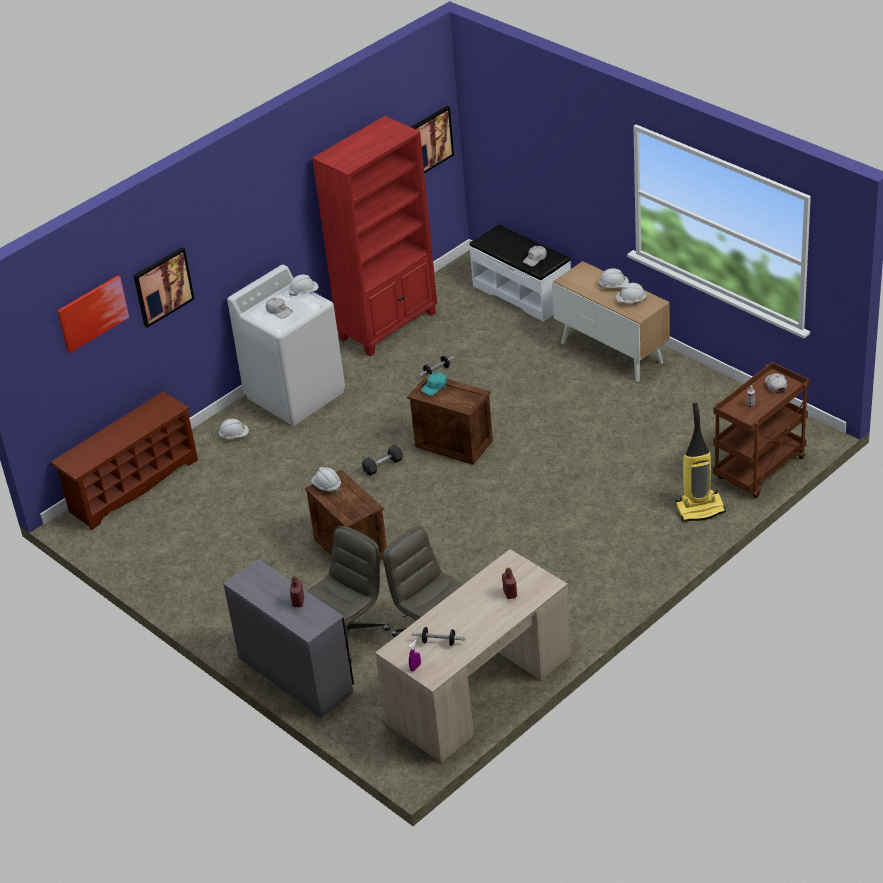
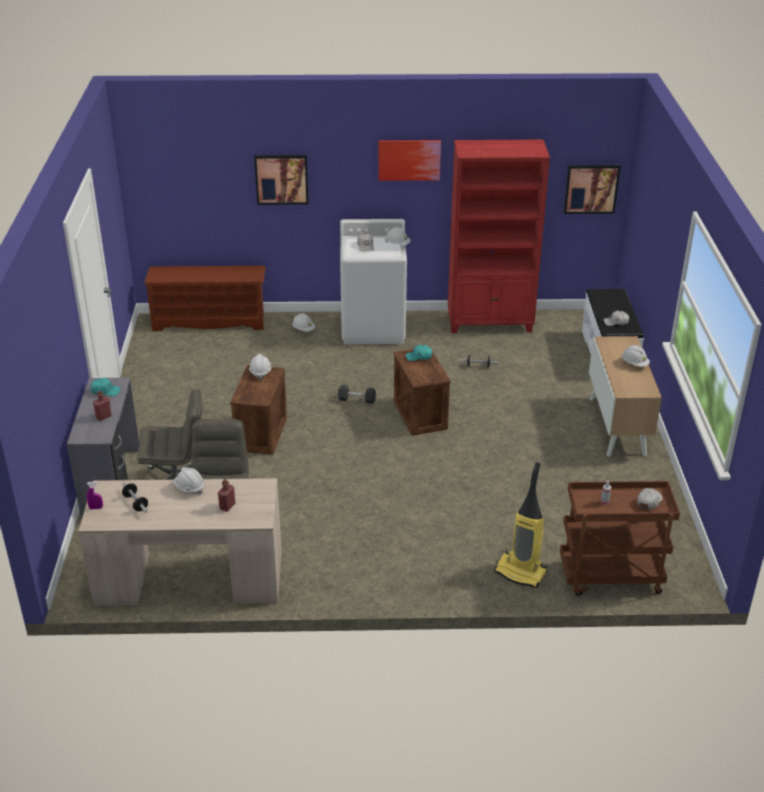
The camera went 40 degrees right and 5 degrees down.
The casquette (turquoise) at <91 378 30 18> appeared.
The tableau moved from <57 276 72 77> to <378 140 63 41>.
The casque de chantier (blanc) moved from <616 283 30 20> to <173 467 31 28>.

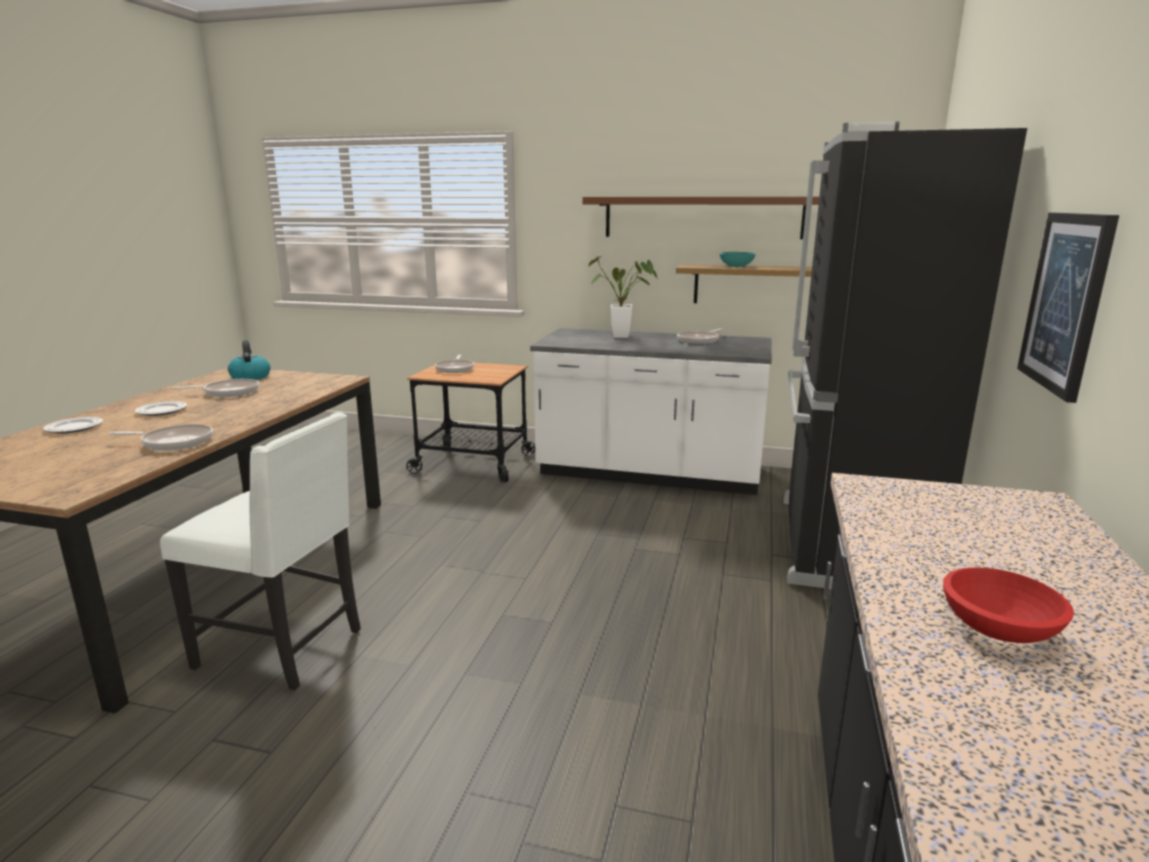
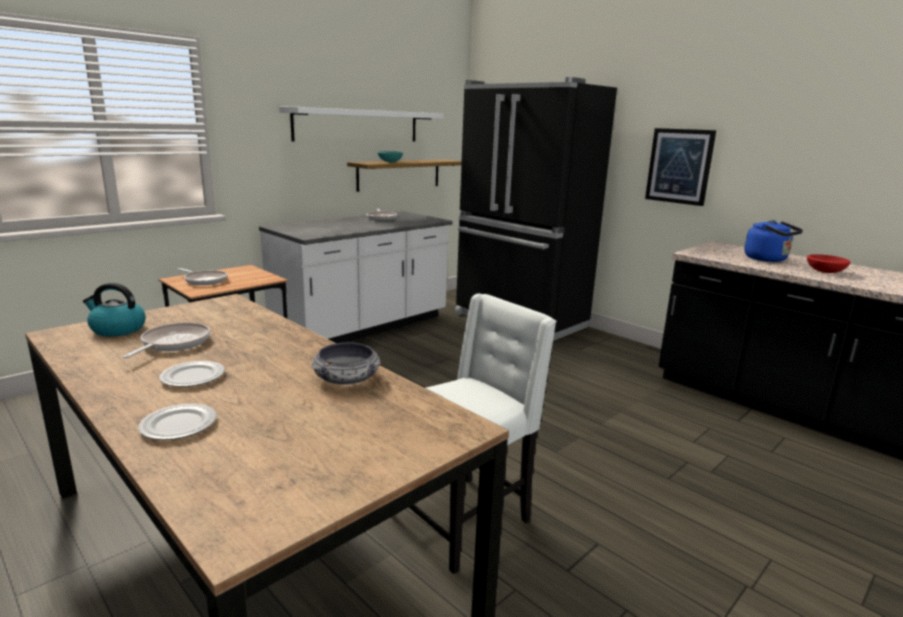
The camera went 60 degrees left and 0 degrees up.
The plante en pot at <588 256 70 82> disappeared.
The bouilloire (bleu) at <744 220 59 42> appeared.
The poêle at <109 424 104 27> was replaced by the bol at <312 342 68 43>.
The étagère (marron) at <583 197 236 42> became the étagère (blanc) at <279 106 165 36>.

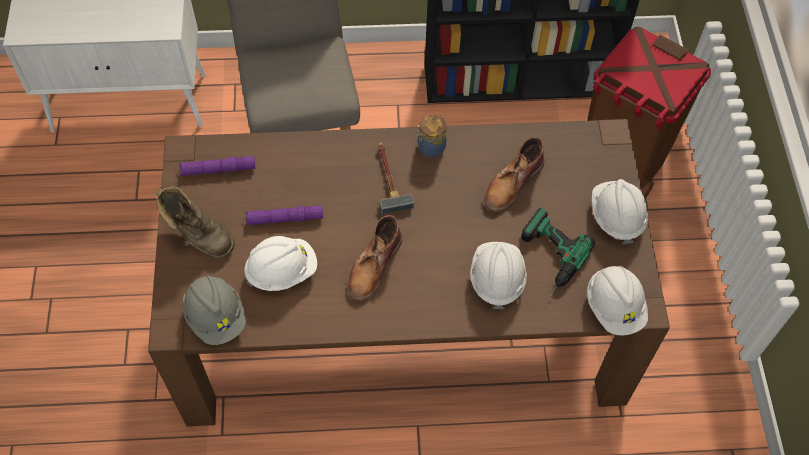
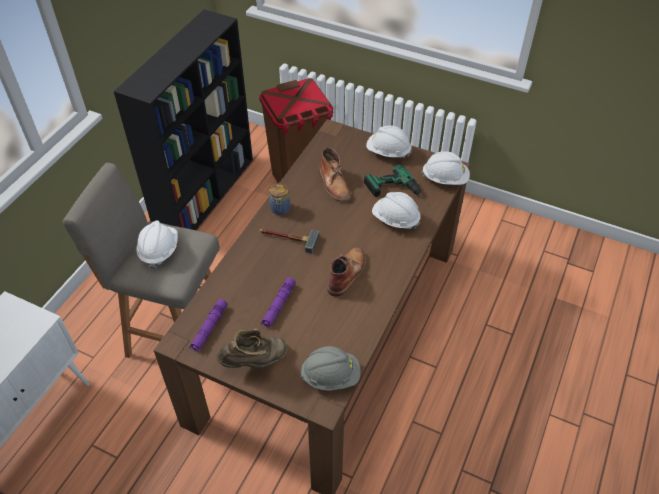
The camera went 60 degrees left and 10 degrees down.
The casque de chantier (blanc) moved from <244 236 73 55> to <137 220 41 49>.
The botte (marron) at <347 215 55 86> turned 120 degrees counterclockwise.

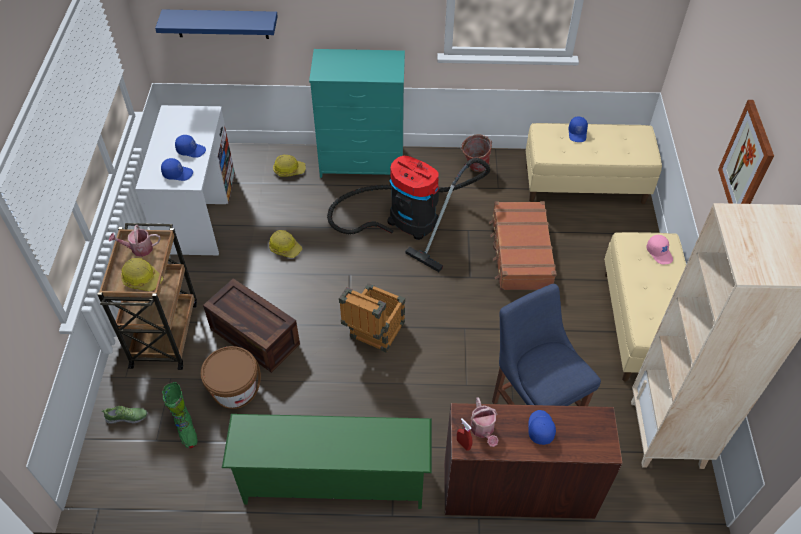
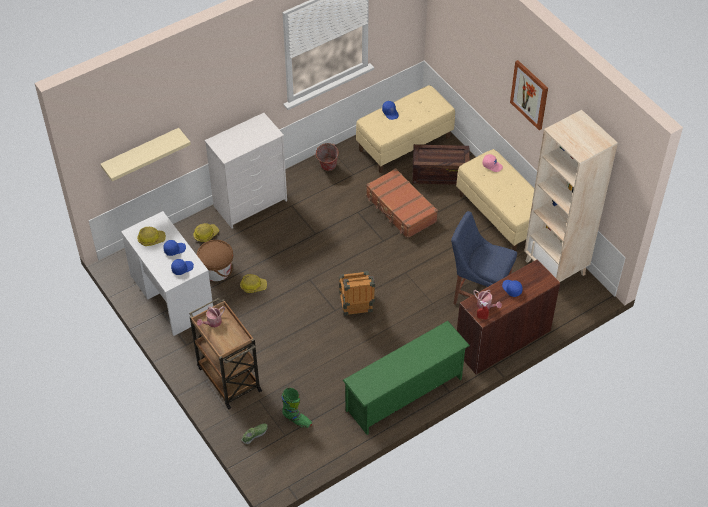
The camera went 35 degrees left and 0 degrees up.
The aspirateur at <327 156 163 116> disappeared.
The casque de chantier moved from <121 258 42 33> to <137 227 29 19>.
The seau (marron) moved from <201 346 60 63> to <197 240 36 41>.
The caisse moved from <203 278 97 95> to <413 144 57 41>.
The étagère (bleu) at <155 10 123 29> became the étagère (beige) at <100 128 91 53>.
The commode (turquoise) at <309 49 96 129> became the commode (blanc) at <205 113 82 116>.

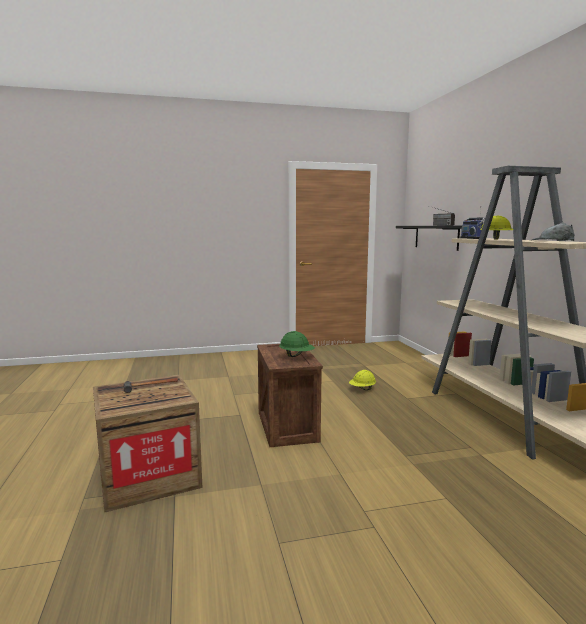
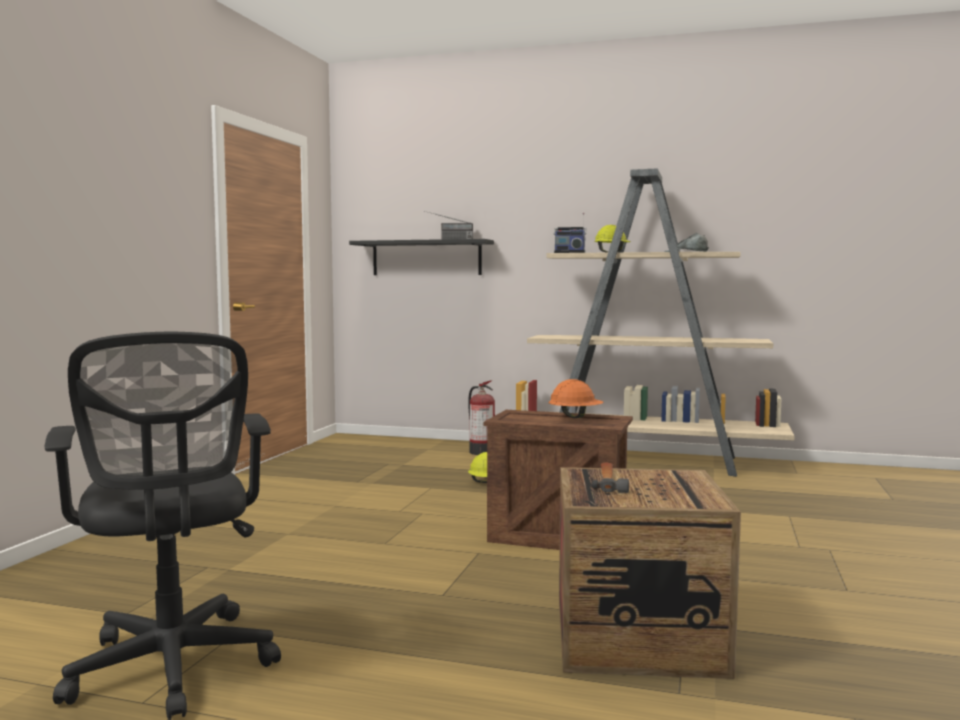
The camera went 60 degrees left and 5 degrees down.
The chaise de bureau (noir) at <44 332 237 388> appeared.
The extincteur at <468 380 27 75> appeared.
The casque de chantier (vert) at <279 331 36 26> became the casque de chantier (orange) at <548 379 56 39>.

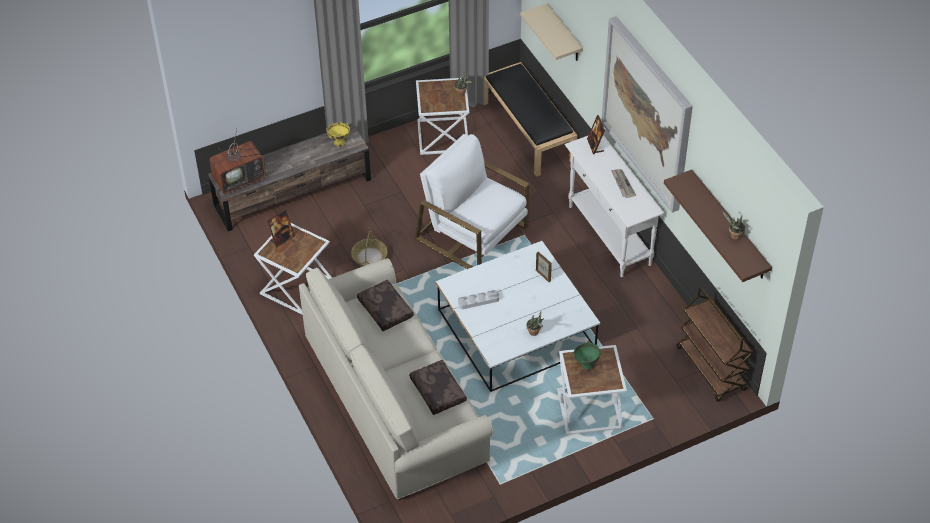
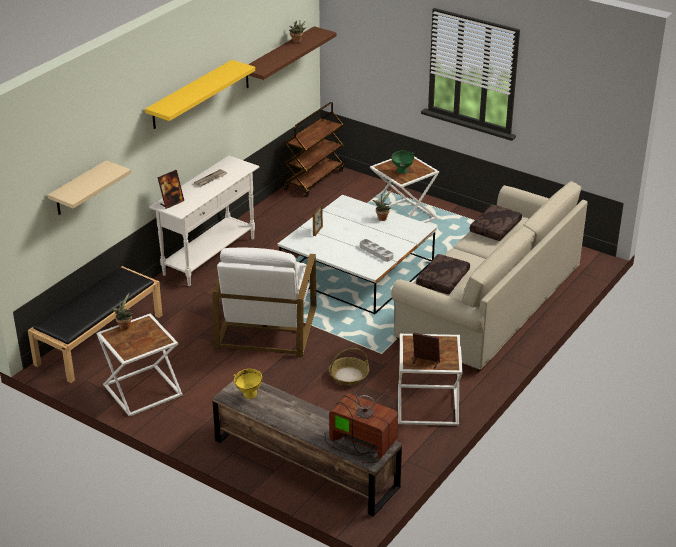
The camera went 120 degrees left and 15 degrees down.
The tableau at <601 16 92 197> was replaced by the étagère (jaune) at <145 60 110 69>.

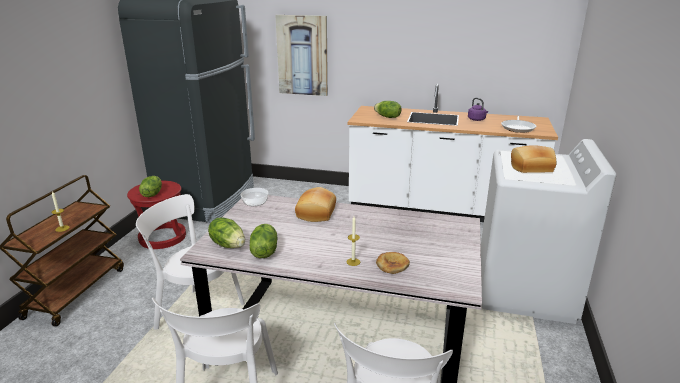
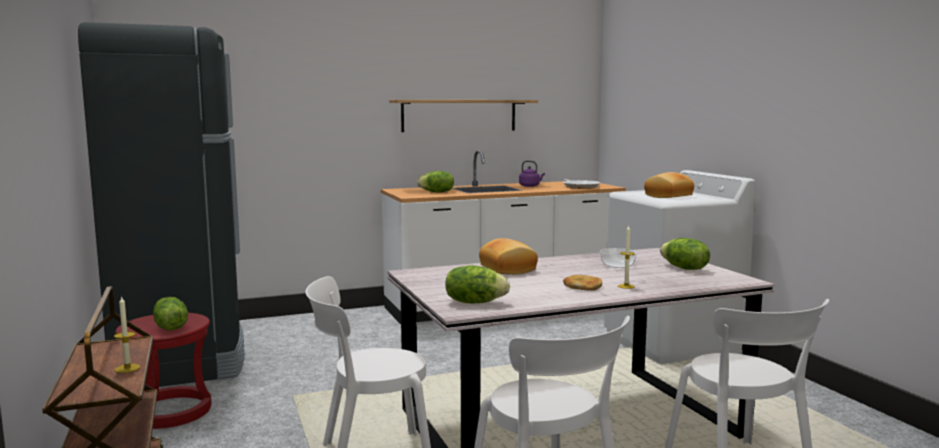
The camera went 35 degrees left and 15 degrees down.
The tableau at <275 15 53 81> disappeared.
The étagère at <389 100 149 32> appeared.
The bol moved from <241 188 27 19> to <600 248 37 20>.
The laitue moved from <250 224 28 34> to <660 238 50 32>.
The pain moved from <376 252 34 22> to <563 275 39 16>.

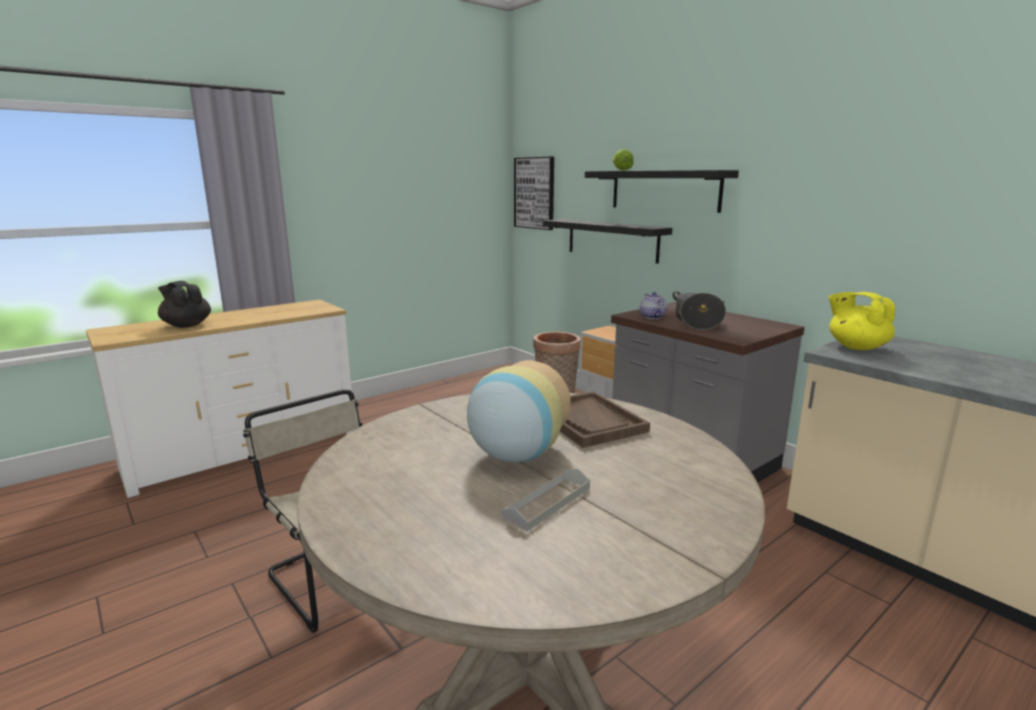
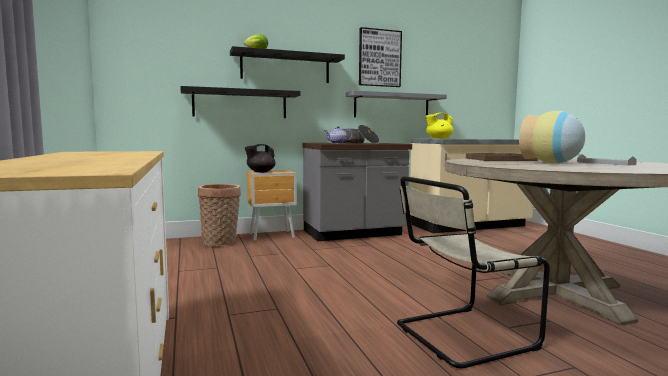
The camera went 70 degrees left and 10 degrees down.
The étagère (gris) at <346 90 101 27> appeared.
The théière (noir) moved from <158 281 53 47> to <245 144 31 28>.
The tableau moved from <514 157 40 73> to <359 27 43 60>.

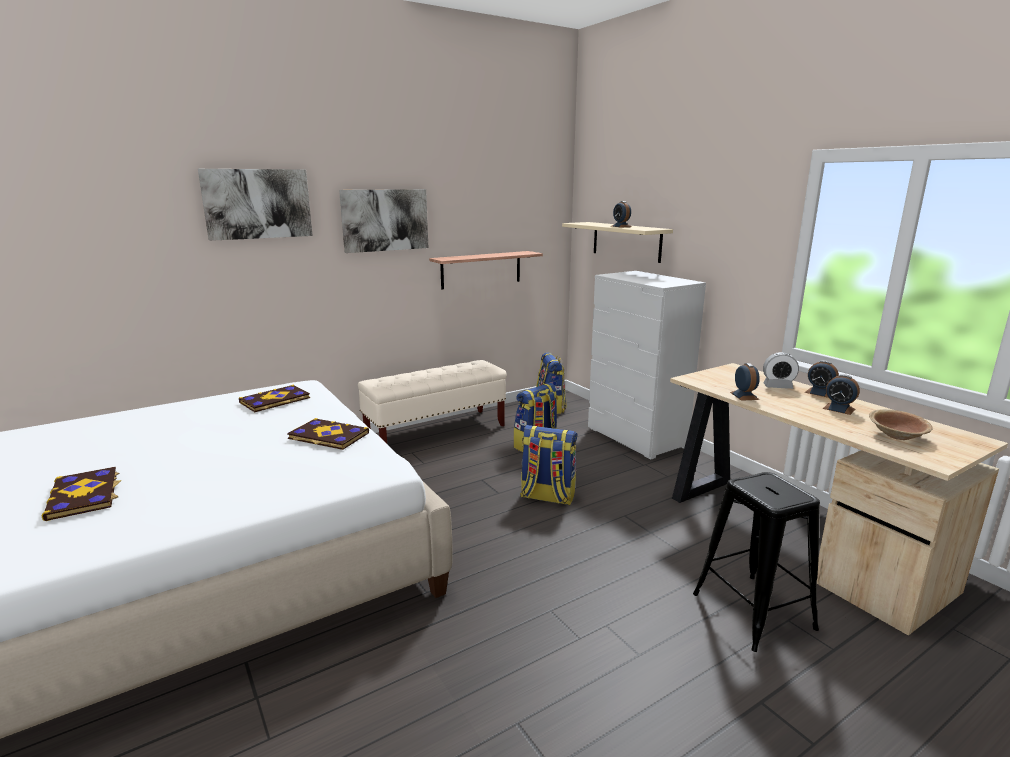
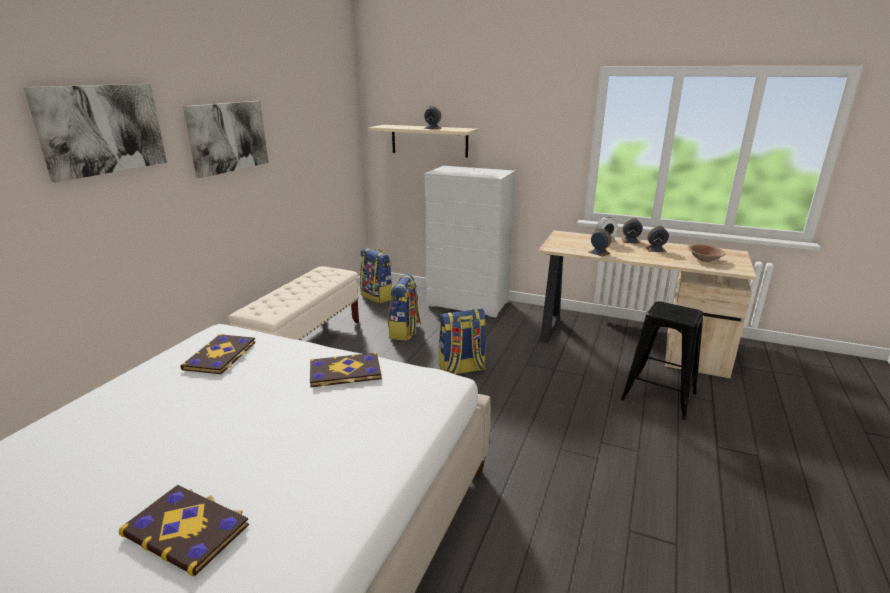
The camera went 35 degrees left and 5 degrees up.
The étagère at <429 251 114 39> disappeared.

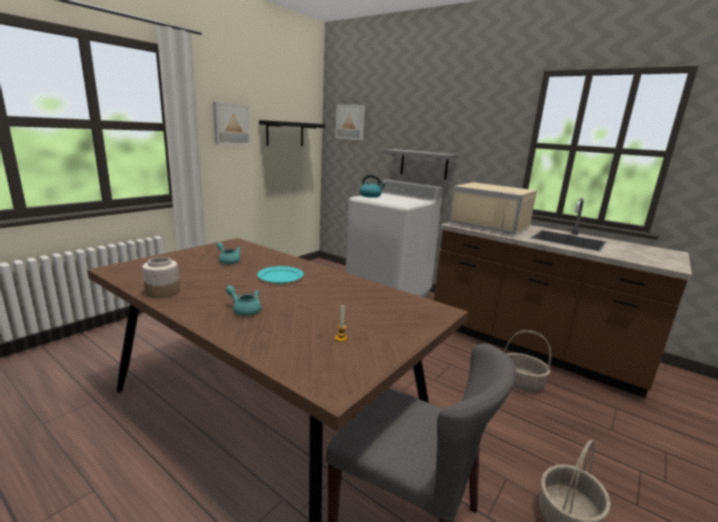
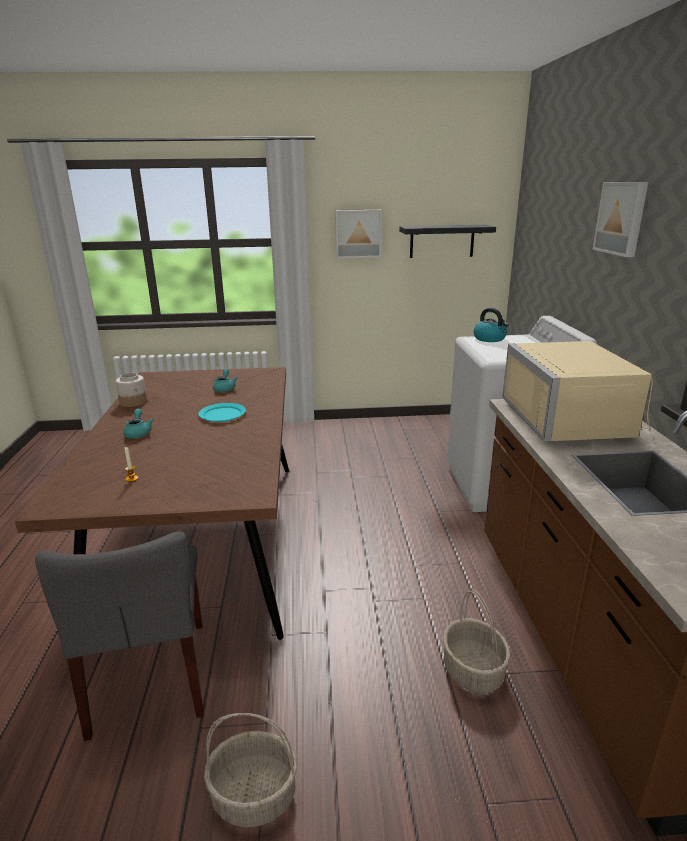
The camera went 50 degrees right and 5 degrees up.
The étagère (gris) at <382 149 76 31> disappeared.
The tableau moved from <336 105 29 35> to <593 182 55 75>.

